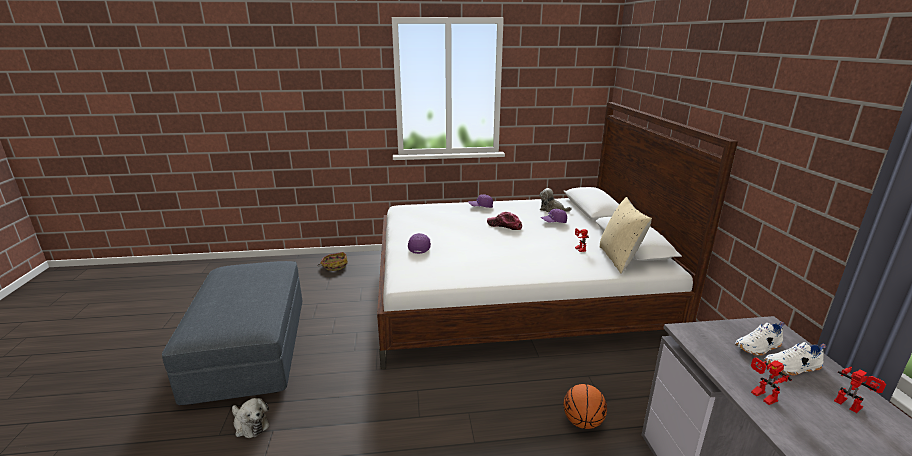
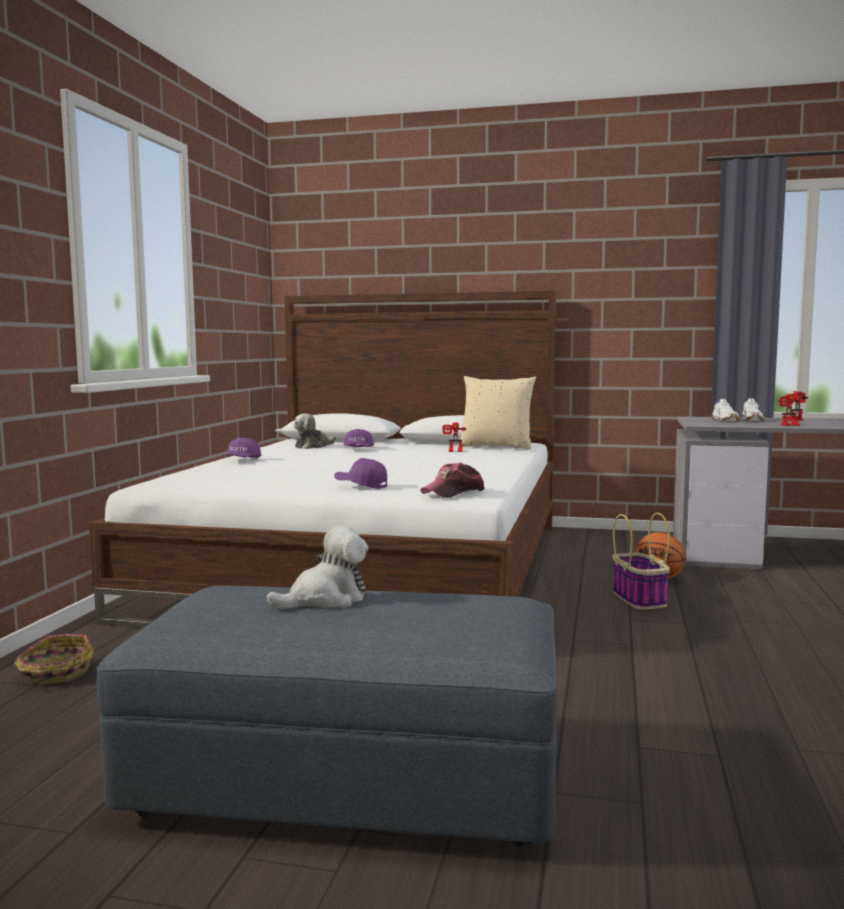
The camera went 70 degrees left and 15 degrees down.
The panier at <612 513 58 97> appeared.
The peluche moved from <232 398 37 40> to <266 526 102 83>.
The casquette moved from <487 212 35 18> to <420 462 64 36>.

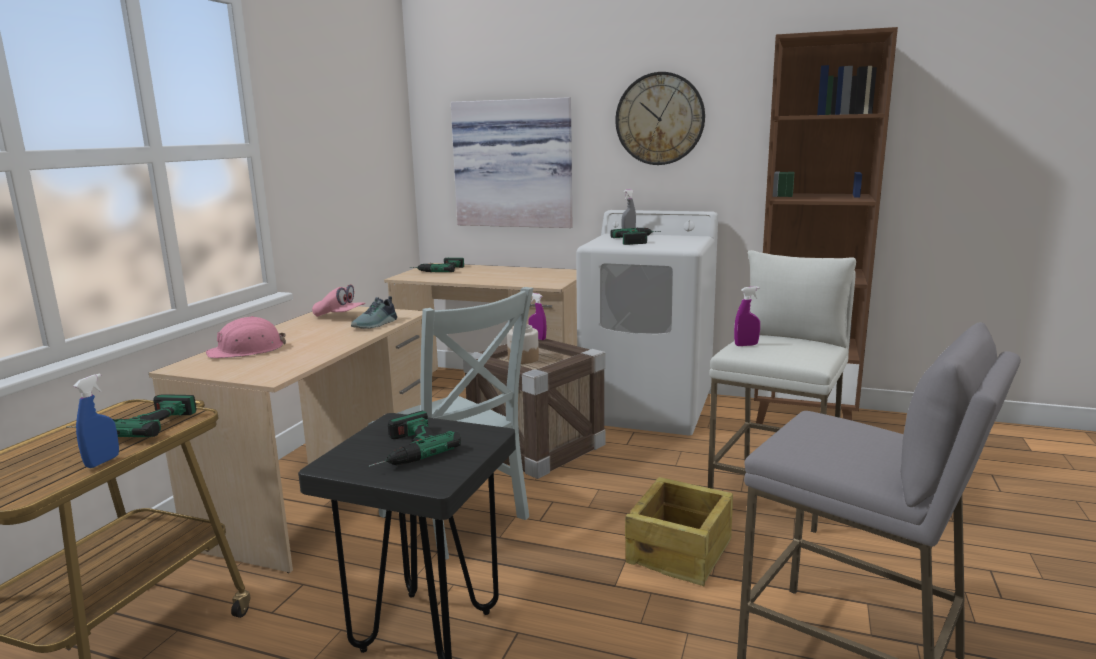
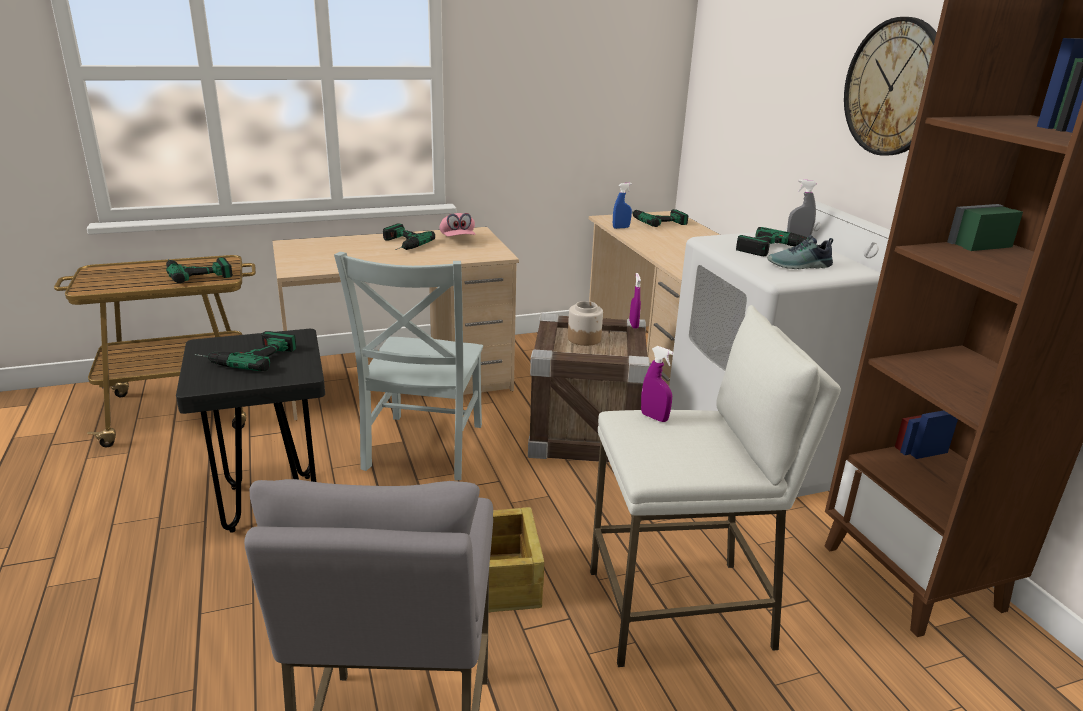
The camera went 50 degrees right and 10 degrees up.
The casque de chantier (rose) at <206 316 80 42> disappeared.
The tableau at <451 97 121 131> disappeared.
The perceuse at <383 223 52 27> appeared.
The vaporisateur (bleu) moved from <73 374 46 94> to <613 183 19 46>.
The chaussure moved from <351 296 46 33> to <767 235 66 34>.

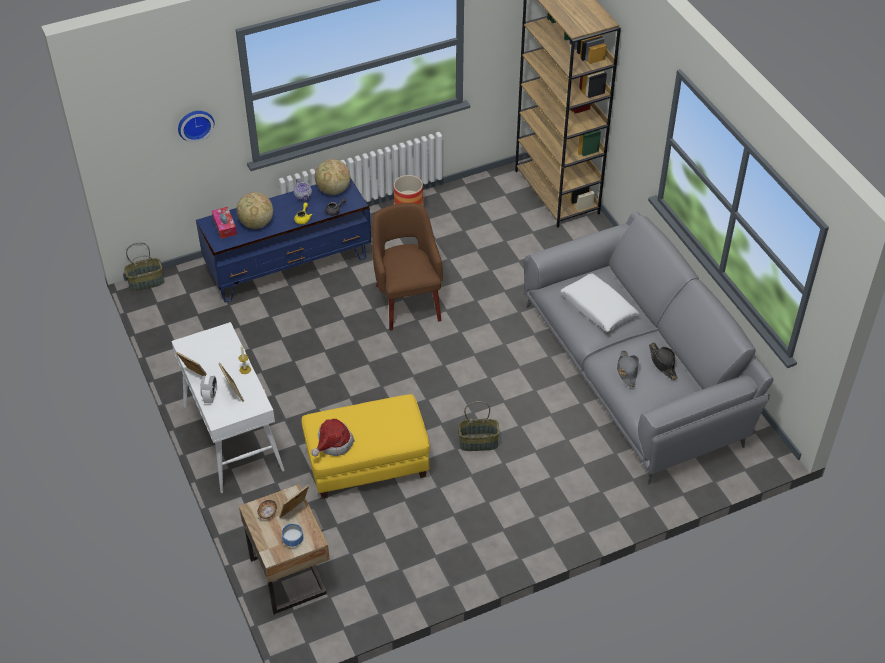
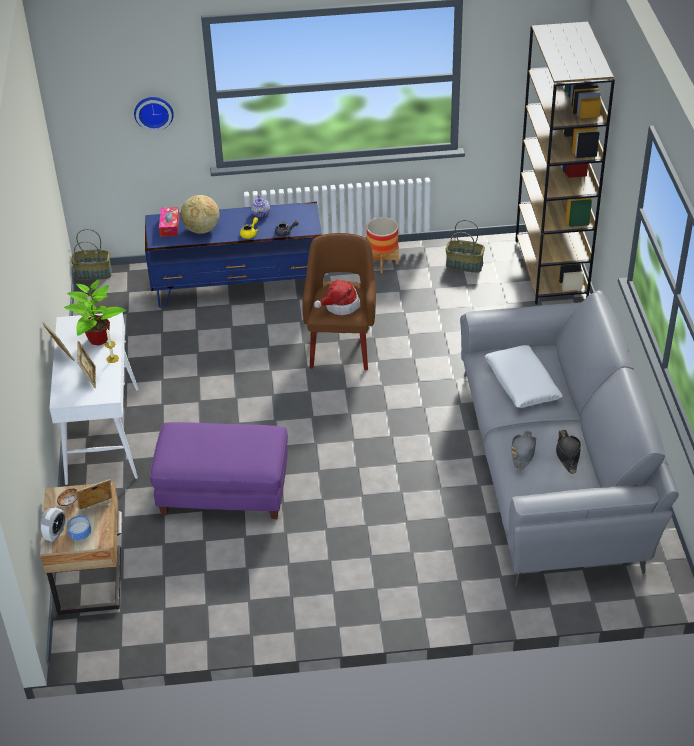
The camera went 20 degrees right and 5 degrees down.
The globe at <315 159 35 36> disappeared.
The plante en pot at <64 280 62 65> appeared.
The réveil moved from <200 375 17 28> to <40 507 26 35>.
The chapeau moved from <311 419 43 37> to <314 279 46 36>.
The panier moved from <458 401 42 50> to <446 220 39 53>.
The pouf (jaune) at <302 394 128 105> became the pouf (violet) at <150 422 138 97>.

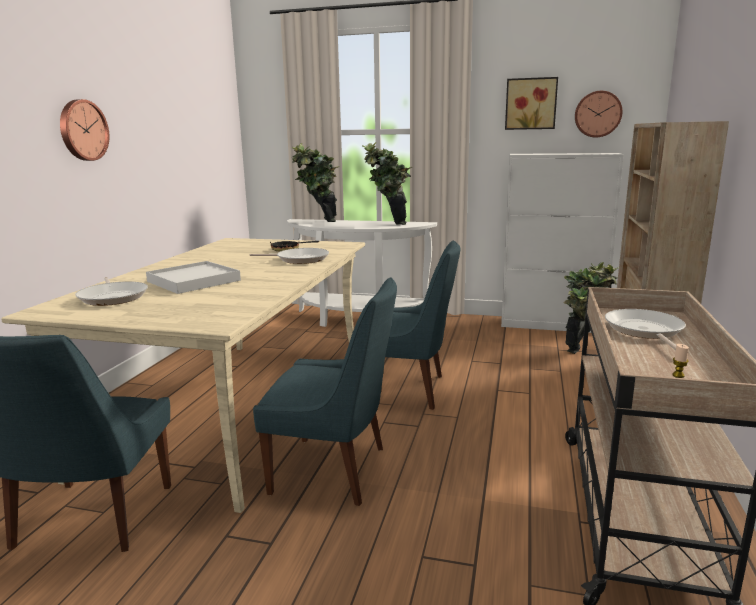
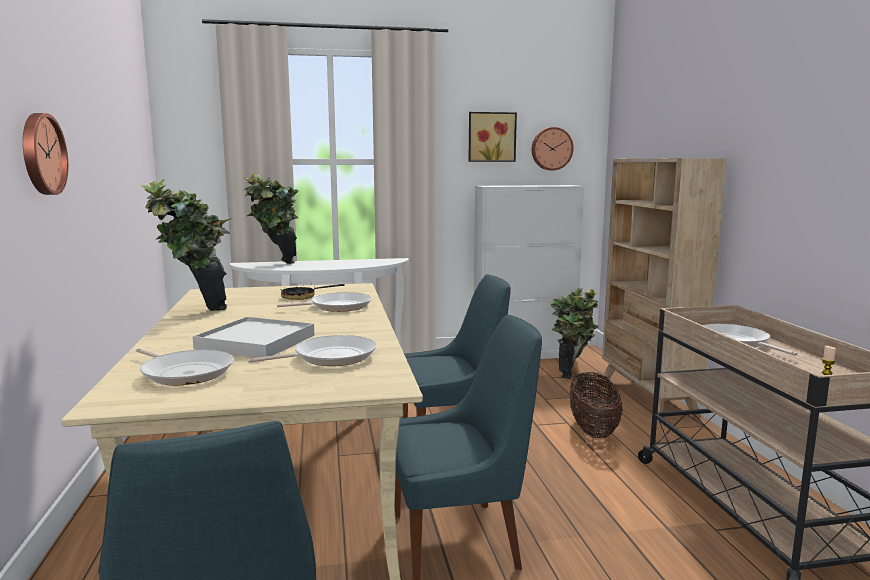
The camera went 25 degrees left and 5 degrees down.
The poêle at <248 335 129 31> appeared.
The panier at <570 372 53 66> appeared.
The plante en pot moved from <362 142 50 83> to <140 179 92 132>.

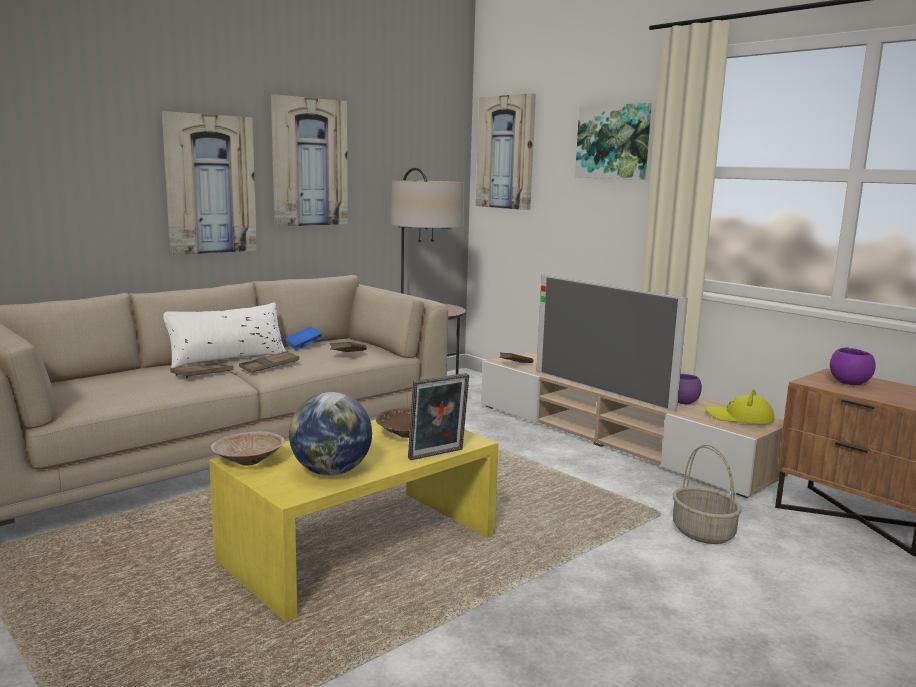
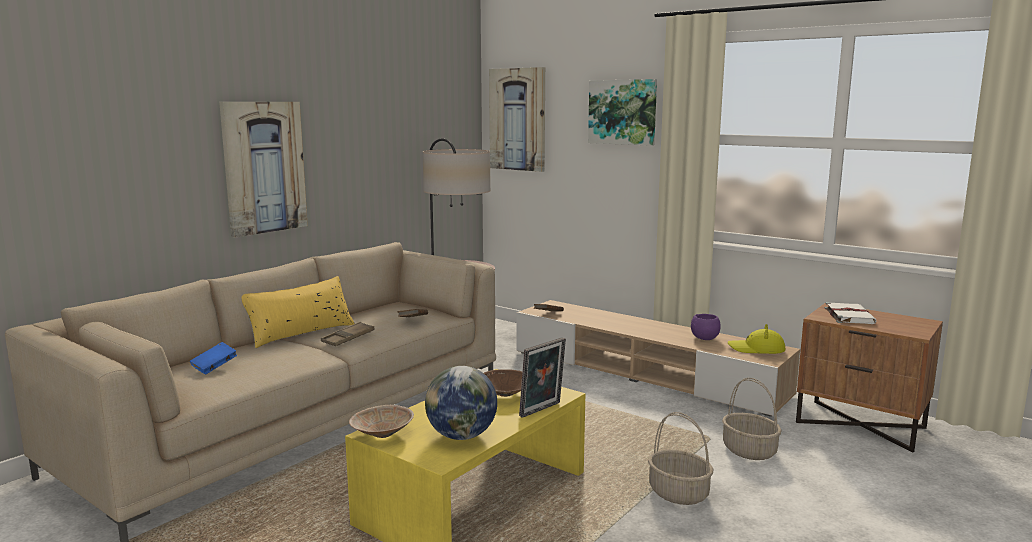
The camera went 10 degrees left and 0 degrees up.
The plateau (marron) at <170 362 64 16> disappeared.
The tableau at <271 94 77 133> disappeared.
The téléviseur at <536 275 152 137> disappeared.
The panier at <648 412 65 93> appeared.
The livre (bleu) moved from <284 327 39 23> to <190 342 47 32>.
The bol (violet) at <830 347 46 38> was replaced by the livre (blanc) at <825 302 52 22>.
The coussin (blanc) at <163 303 123 65> became the coussin (jaune) at <241 276 114 72>.

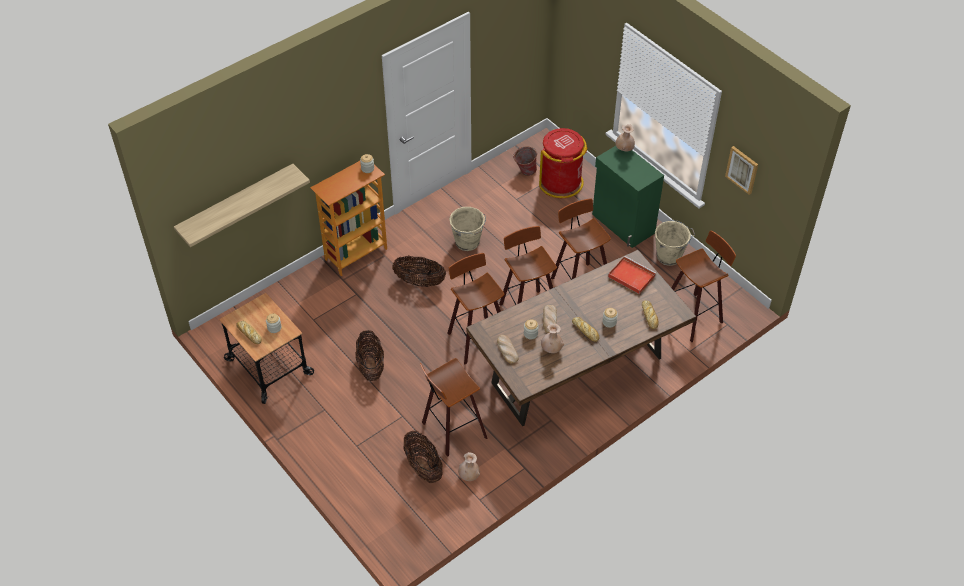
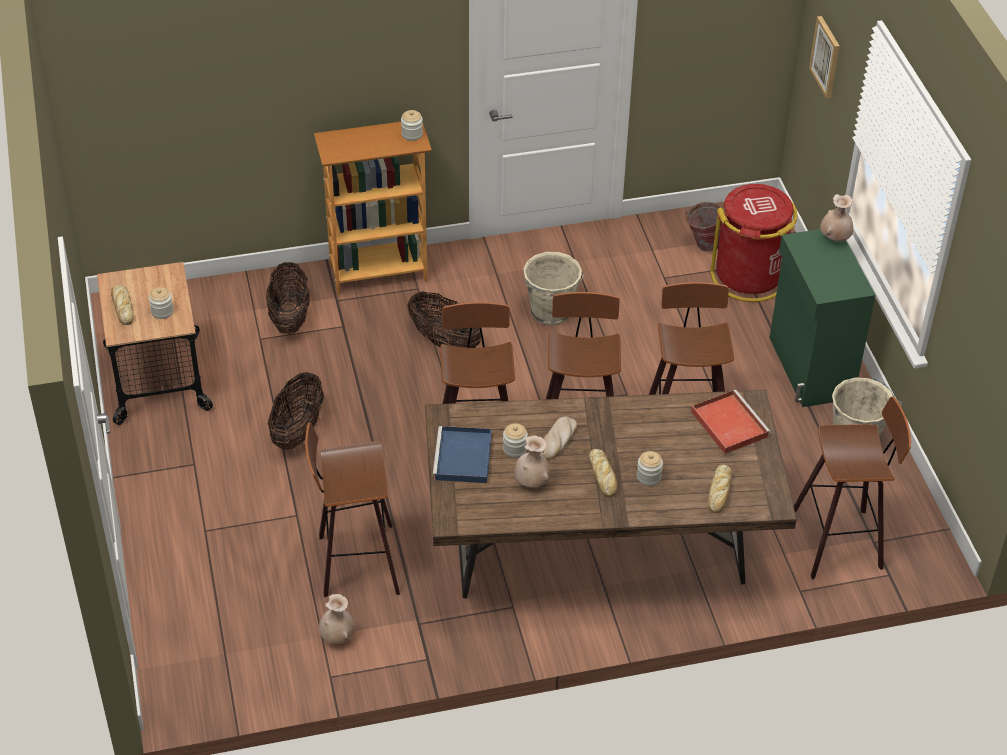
The camera went 25 degrees right and 5 degrees down.
The étagère at <174 164 136 83> disappeared.
The panier moved from <404 431 39 53> to <266 262 44 72>.
The tableau moved from <725 146 33 49> to <809 16 31 83>.
The pain at <497 335 22 29> was replaced by the plateau (bleu) at <432 426 60 57>.

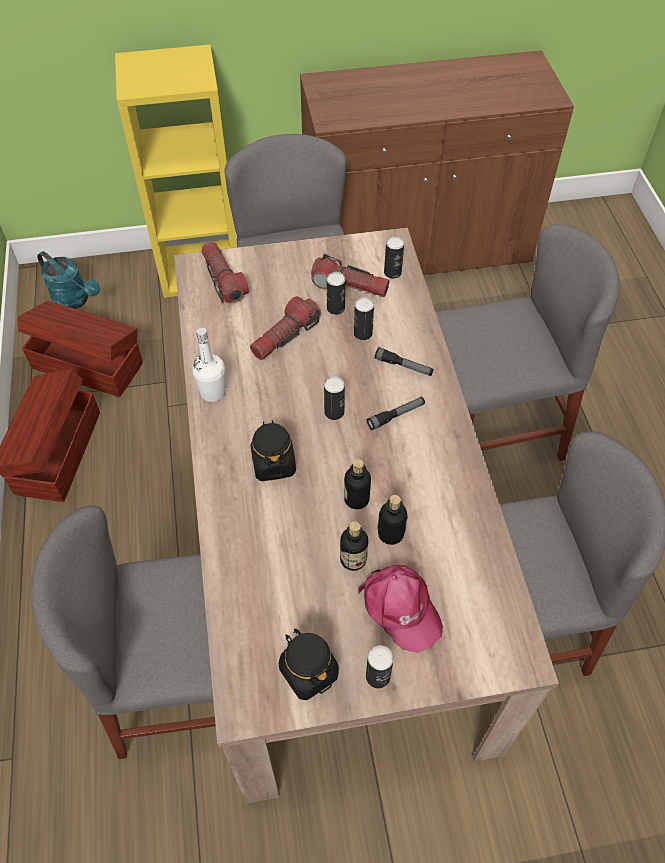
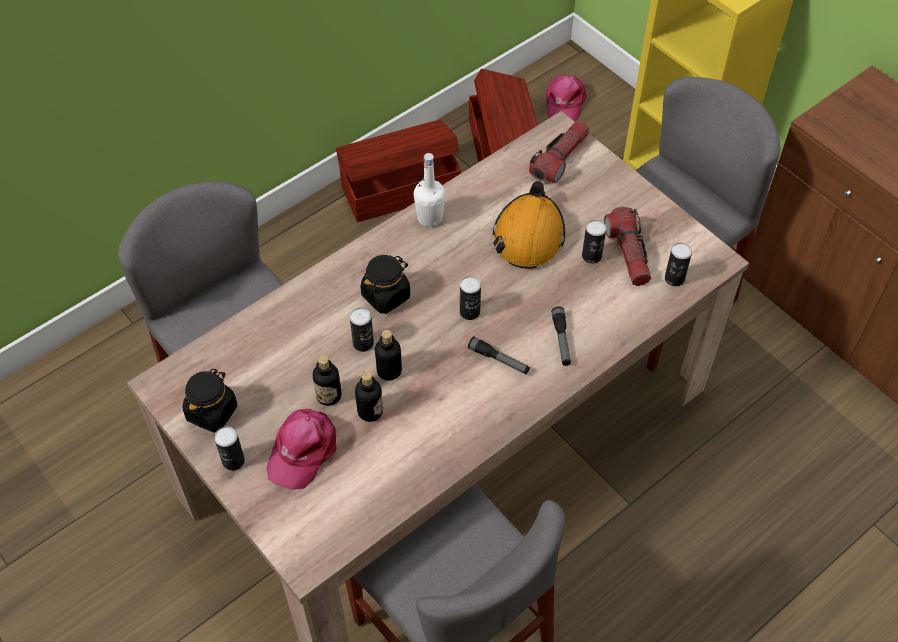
The camera went 60 degrees right and 0 degrees up.
The chaise (gris) at <436 224 184 237> disappeared.
The boîte métallique moved from <354 297 20 43> to <350 308 24 44>.
The arrosoir (turquoise) at <37 251 63 58> was replaced by the casquette (rose) at <546 75 41 46>.
The lampe de poche at <250 296 71 64> was replaced by the casque de chantier (orange) at <492 181 73 88>.

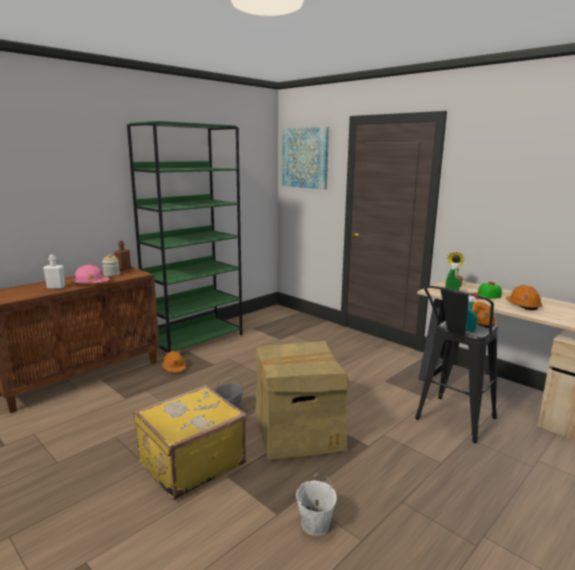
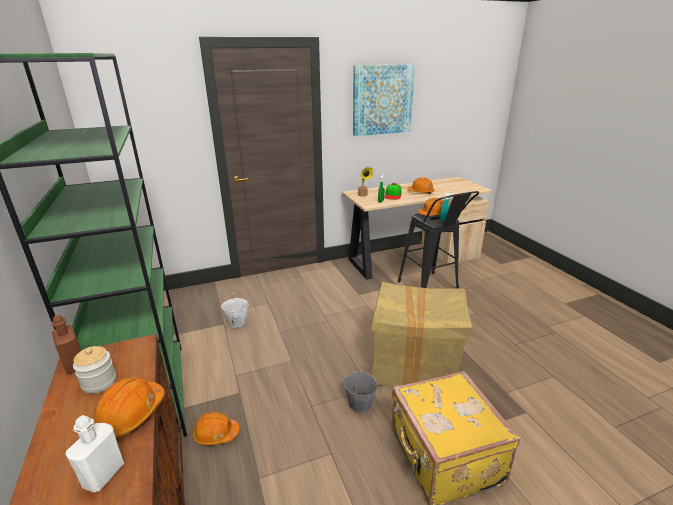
The camera went 65 degrees left and 10 degrees up.
The tableau moved from <282 127 47 62> to <353 64 62 72>.
The seau (blanc) moved from <296 474 41 62> to <221 292 28 36>.
The casque de chantier (rose) at <73 265 37 19> became the casque de chantier (orange) at <93 377 72 61>.

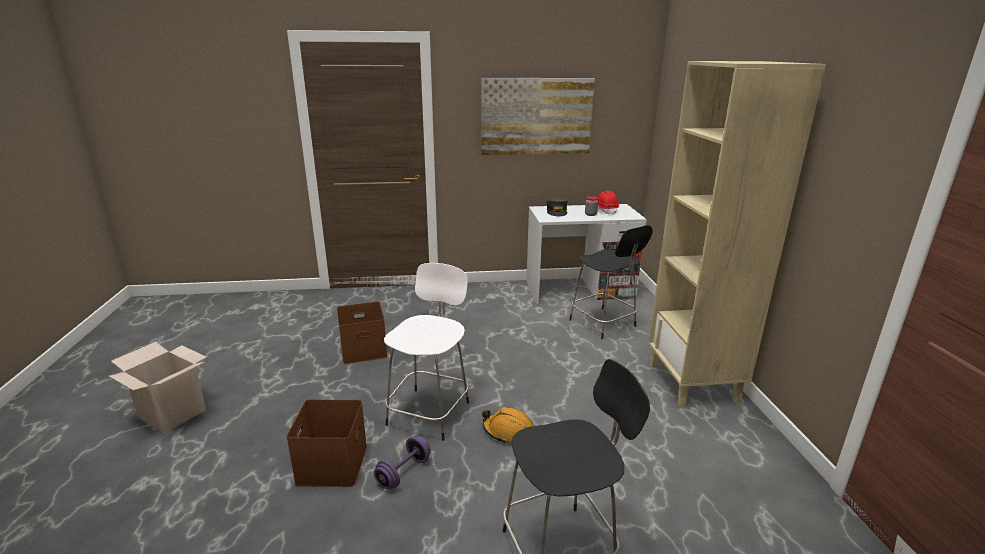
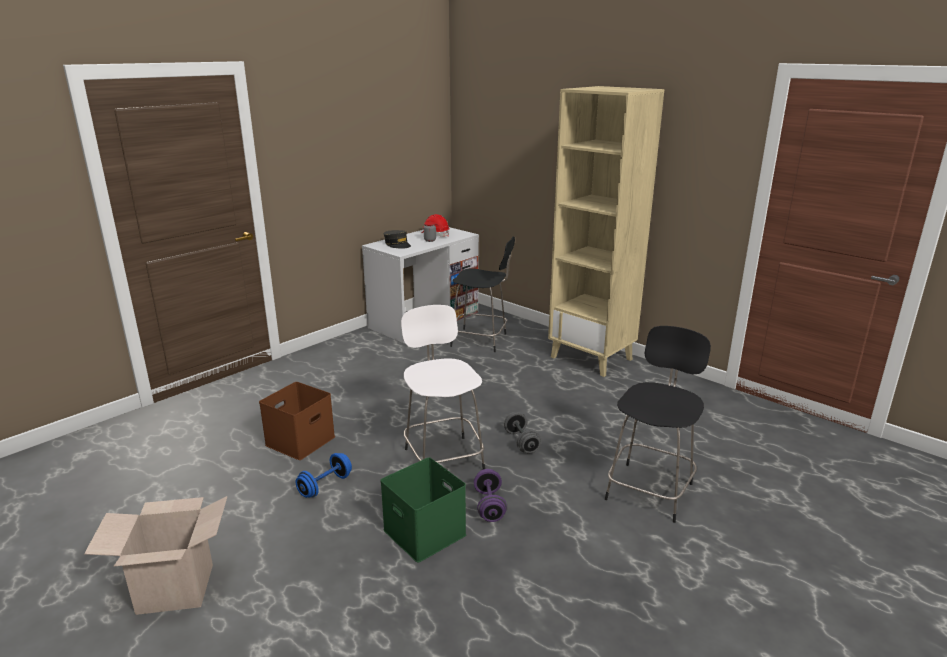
The camera went 40 degrees left and 0 degrees up.
The tableau at <481 78 114 77> disappeared.
The haltère (bleu) at <296 453 56 45> appeared.
The casque de chantier (orange) at <482 407 51 37> was replaced by the haltère (gris) at <504 412 37 41>.
The boîte de rangement (marron) at <286 399 81 88> became the boîte de rangement (vert) at <380 457 86 106>.

